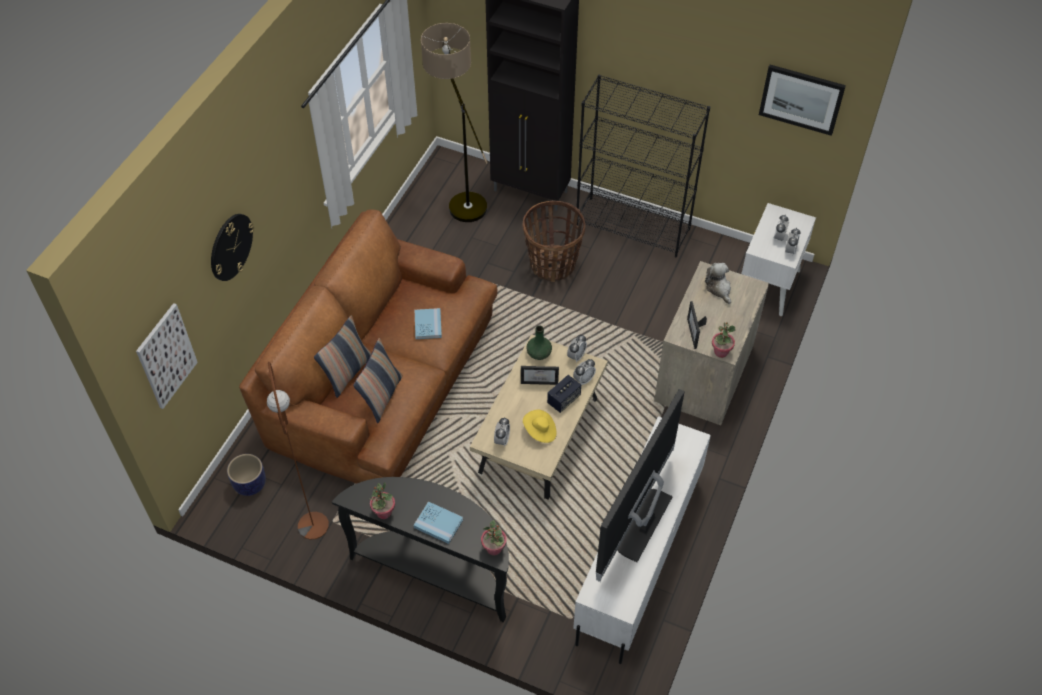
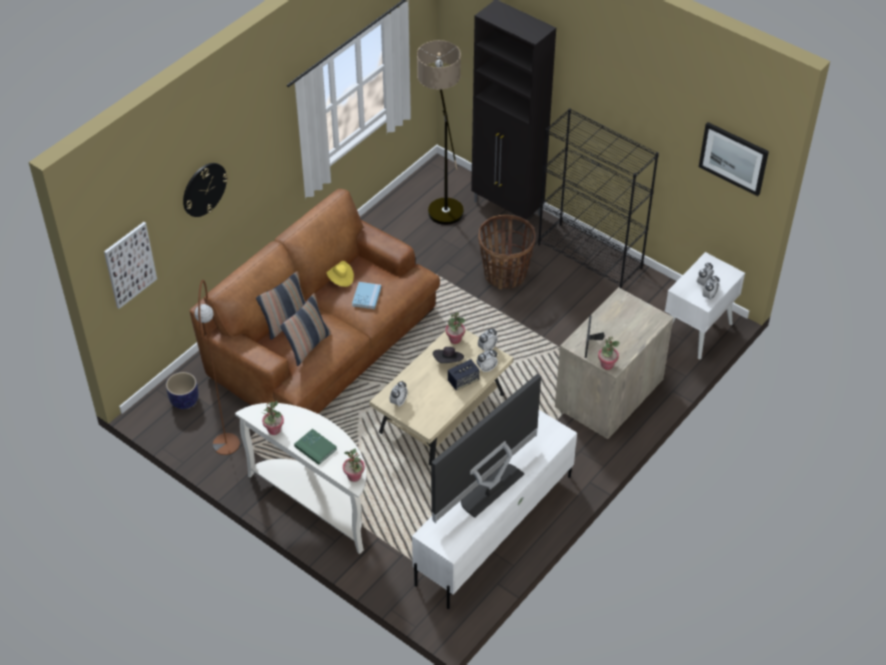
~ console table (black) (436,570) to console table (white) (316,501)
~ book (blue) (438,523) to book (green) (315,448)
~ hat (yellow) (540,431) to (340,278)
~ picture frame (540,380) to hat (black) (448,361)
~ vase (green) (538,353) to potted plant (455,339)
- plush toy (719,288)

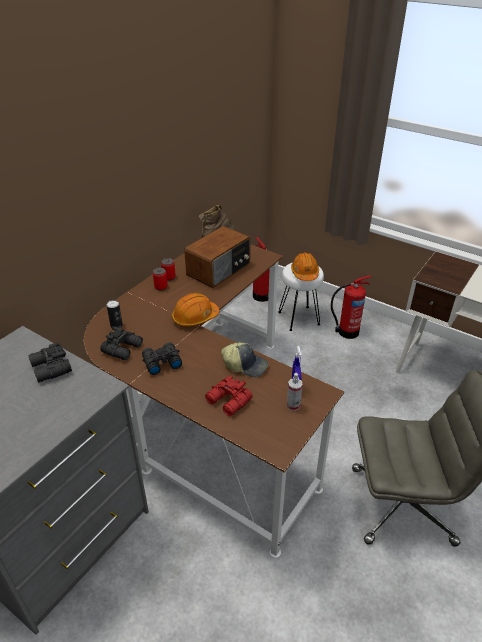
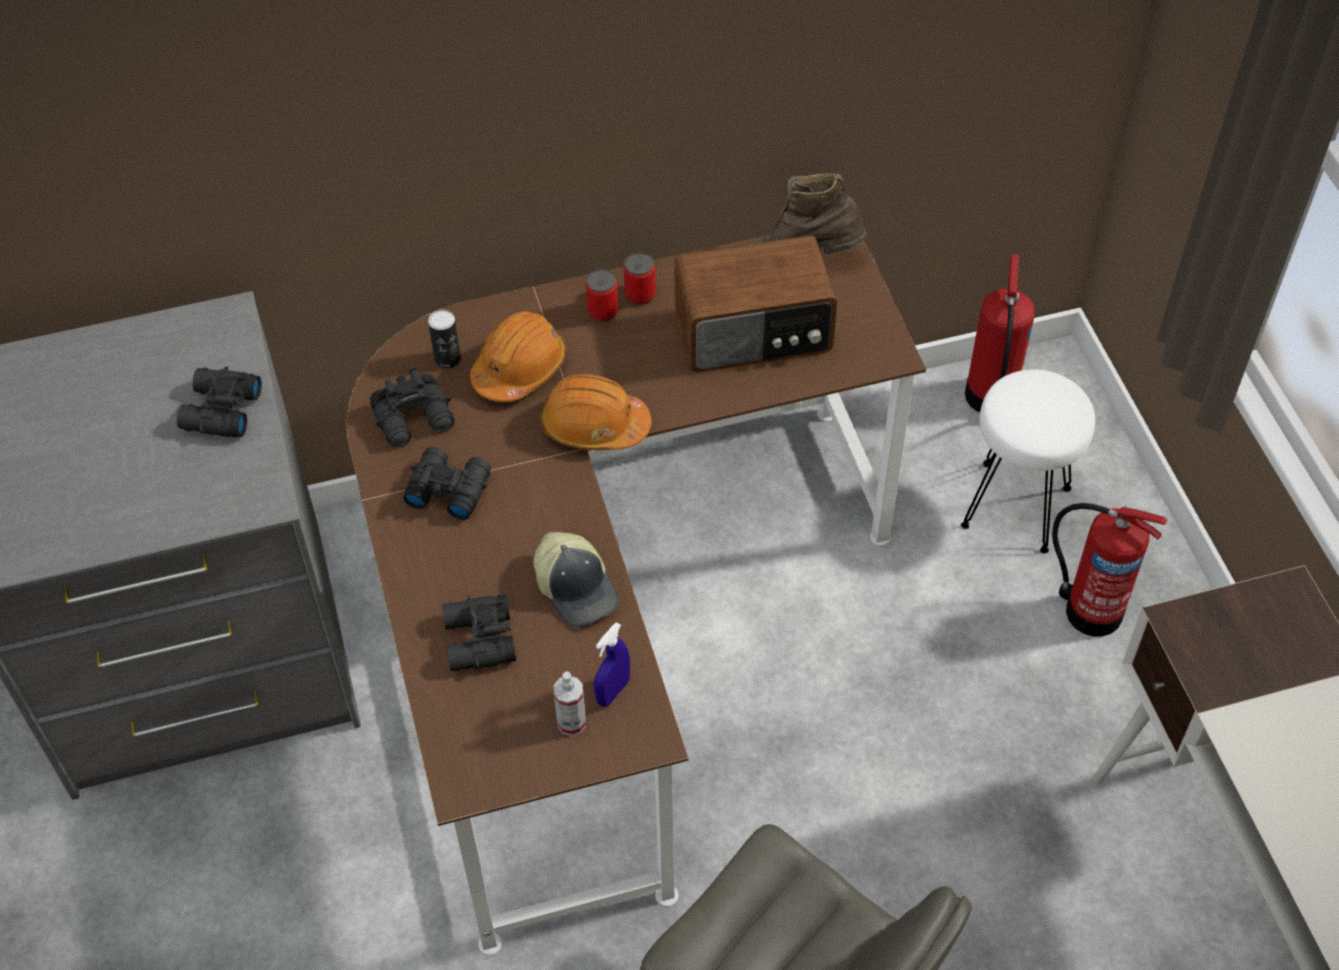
~ binoculars (red) (228,401) to binoculars (black) (478,641)
~ hard hat (orange) (304,273) to (519,368)

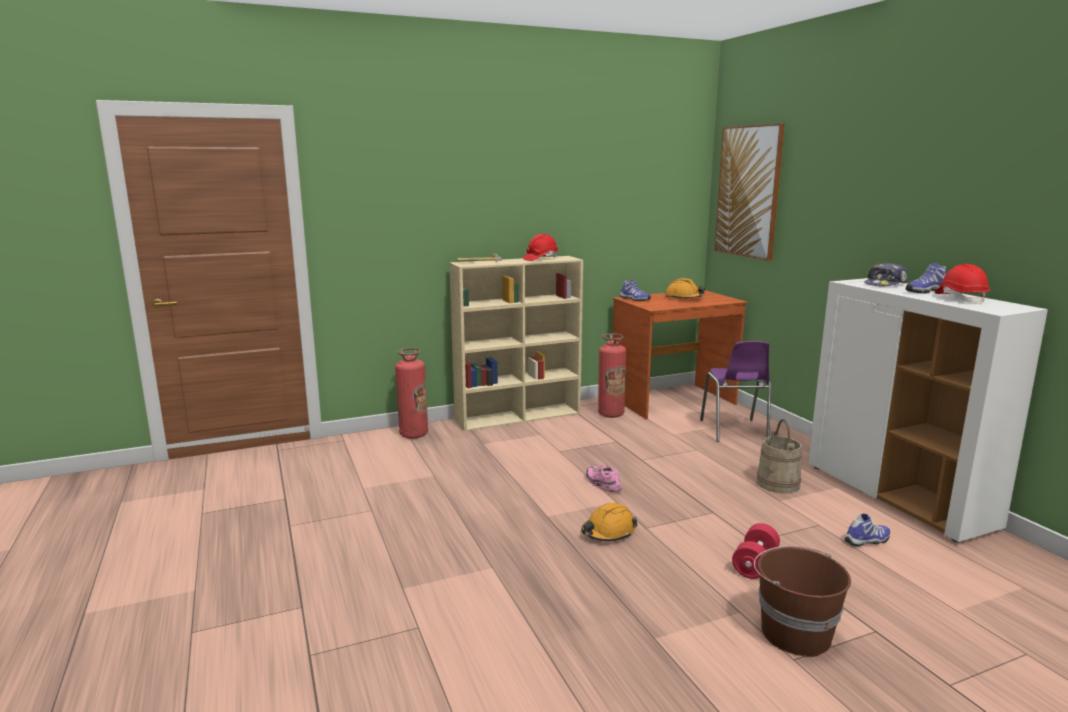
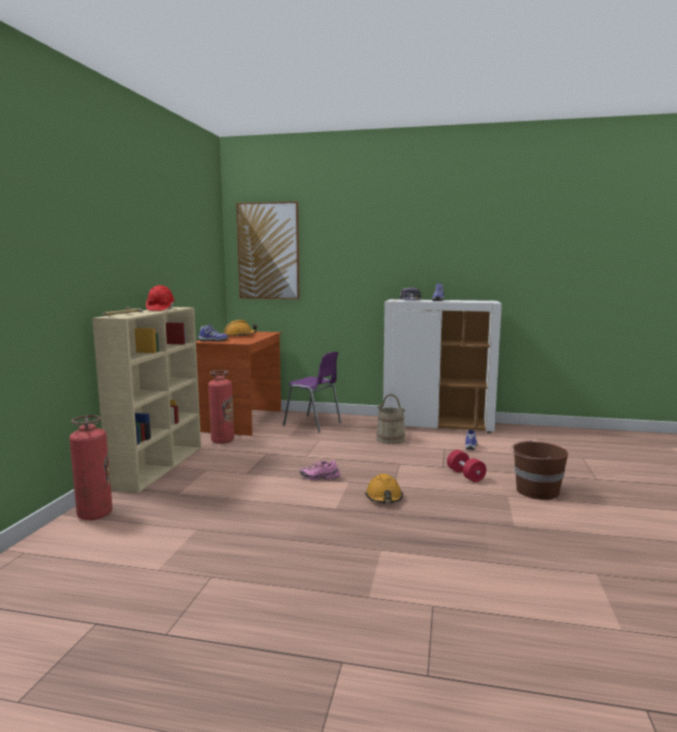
- hard hat (red) (960,299)

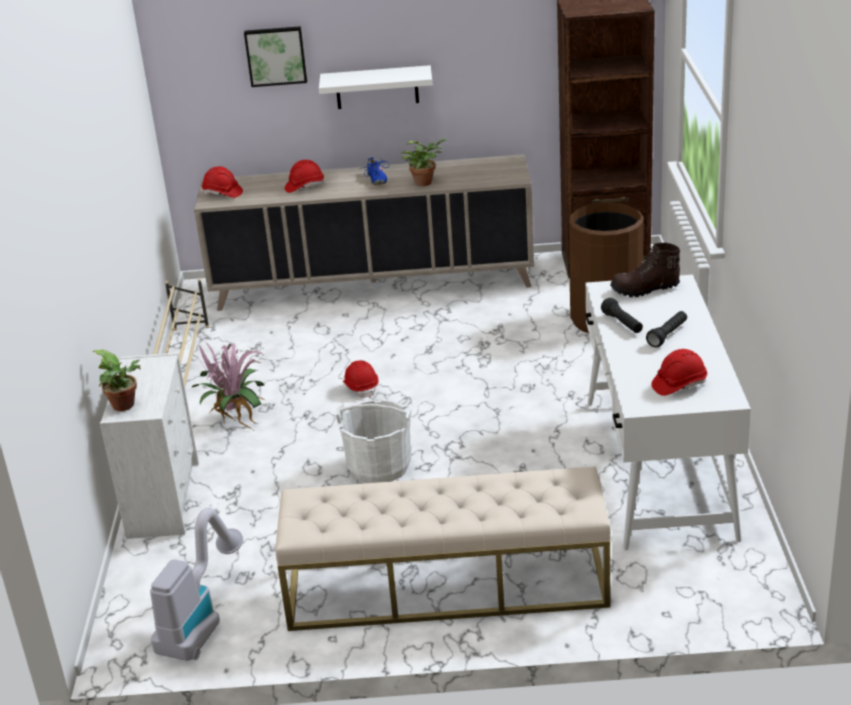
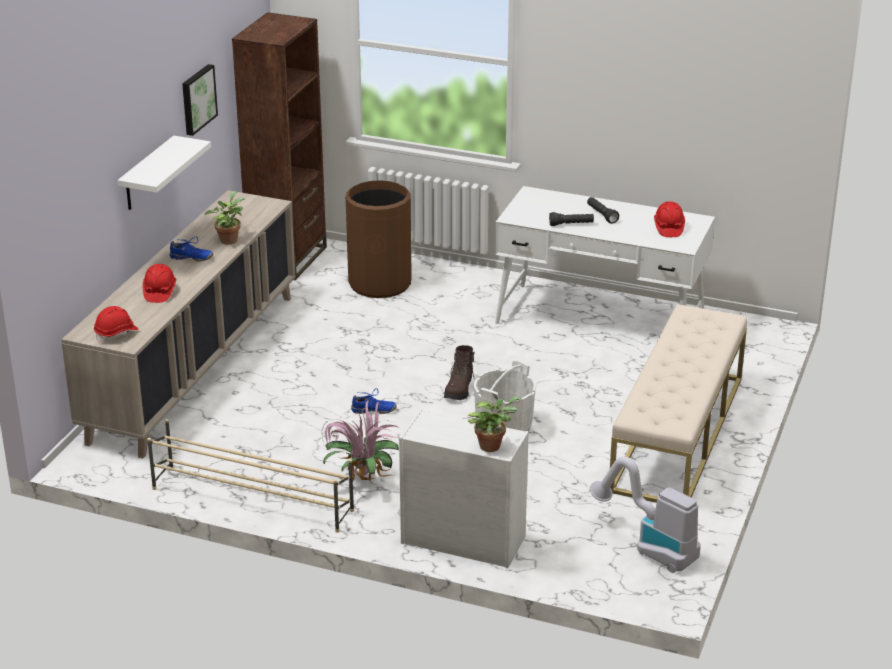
~ picture (276,55) to (197,99)
~ hard hat (red) (361,387) to shoe (blue) (373,411)
~ boot (brown) (645,289) to (459,389)

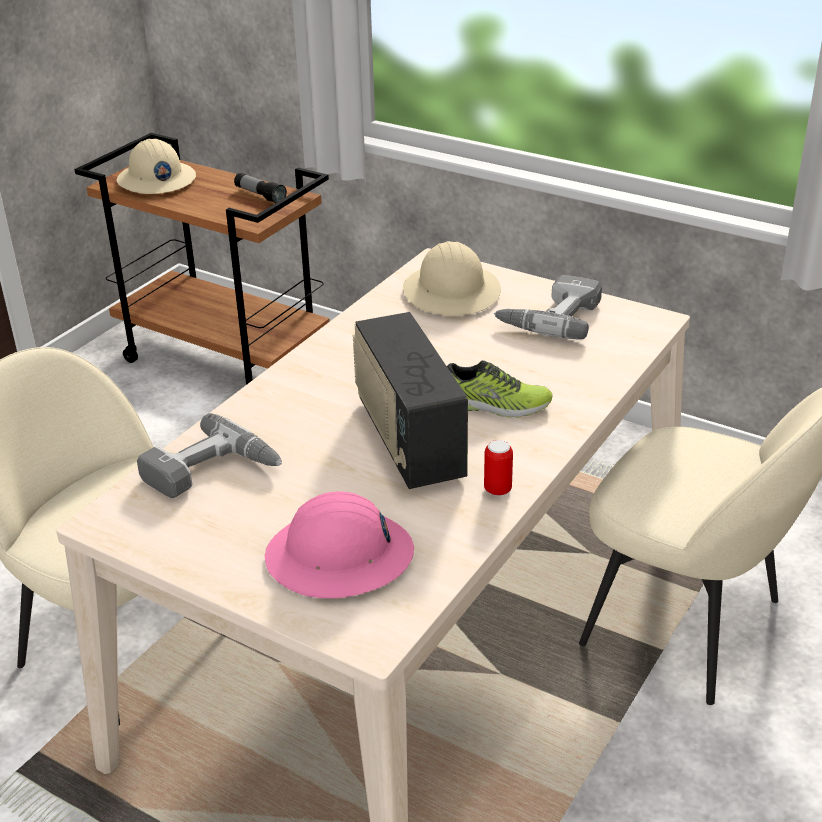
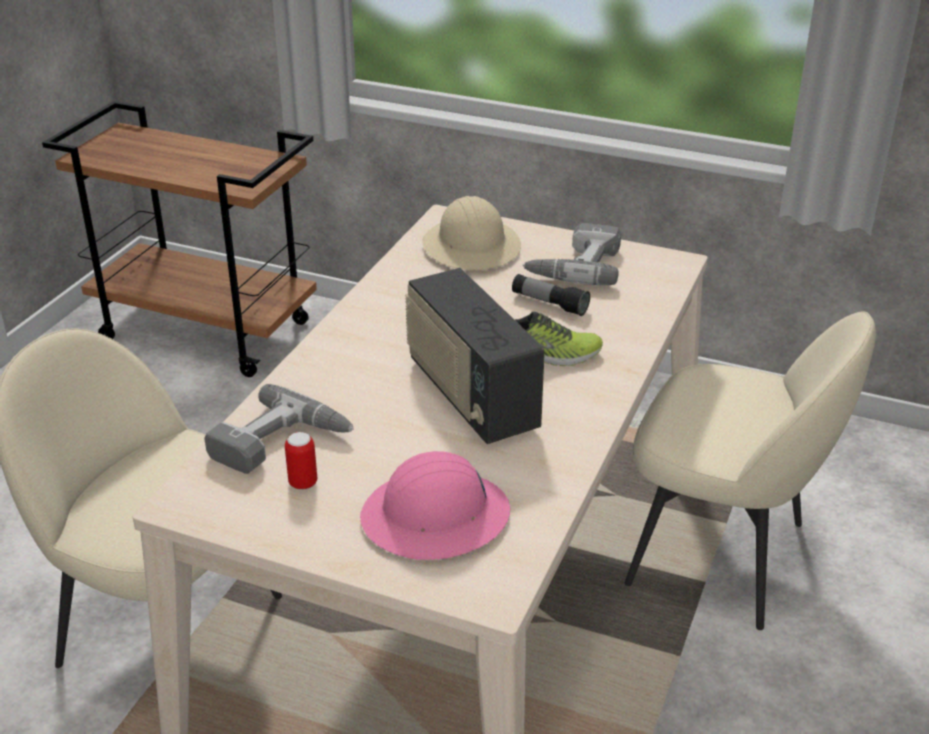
~ can (497,490) to (303,483)
~ flashlight (260,195) to (549,304)
- hard hat (beige) (156,180)

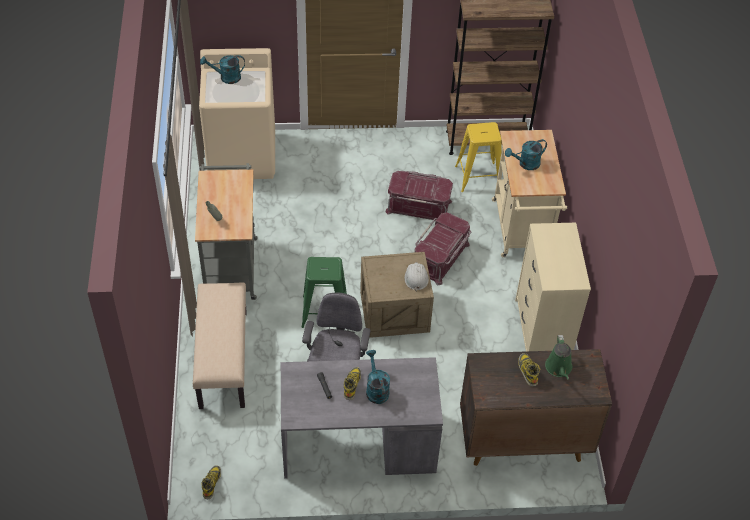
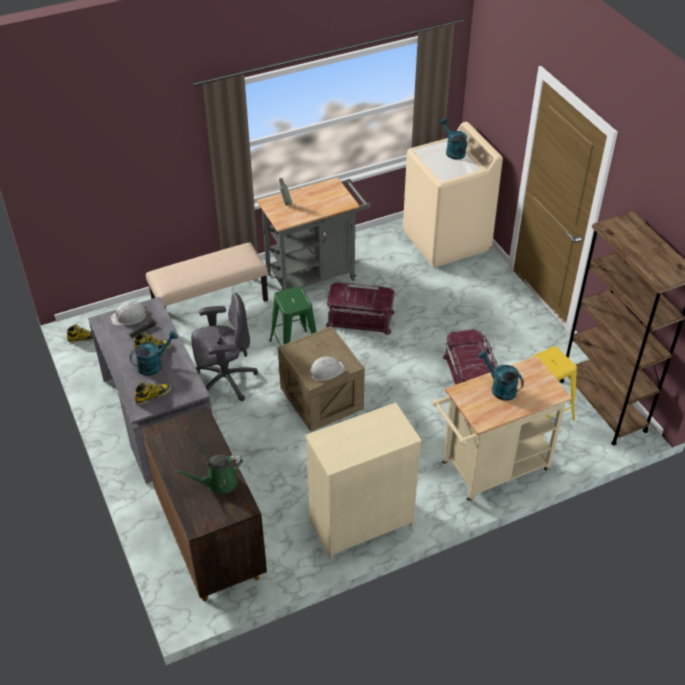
+ hard hat (white) (129,317)
~ boot (527,371) to (153,395)
~ storage box (red) (441,258) to (360,319)

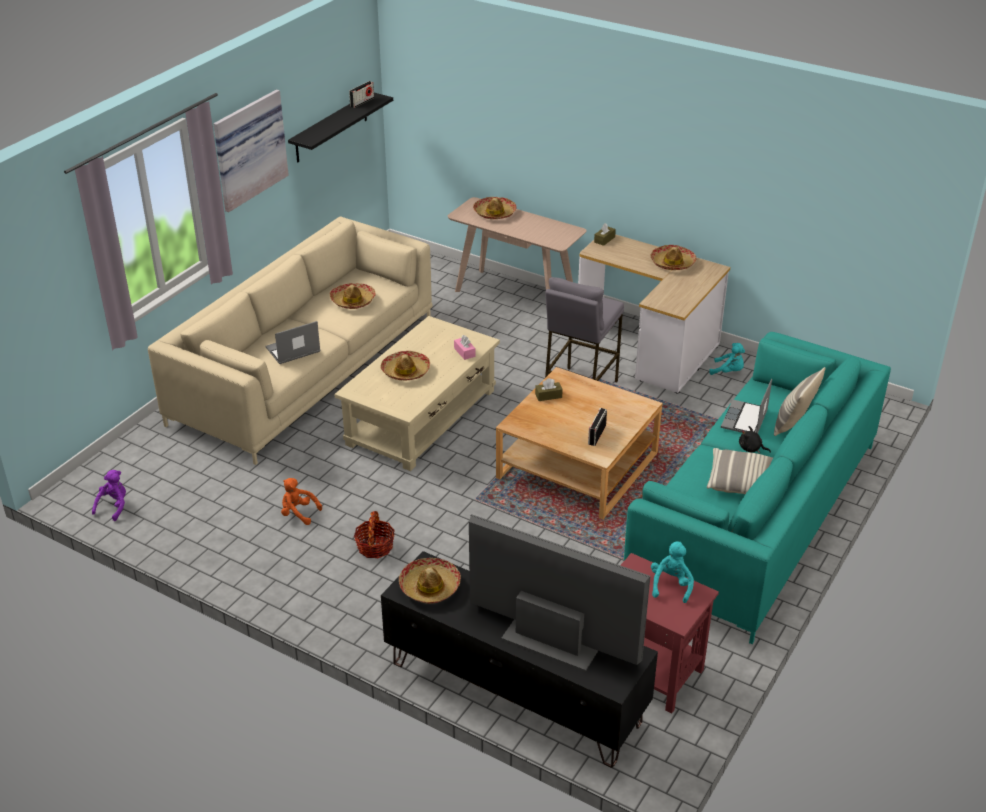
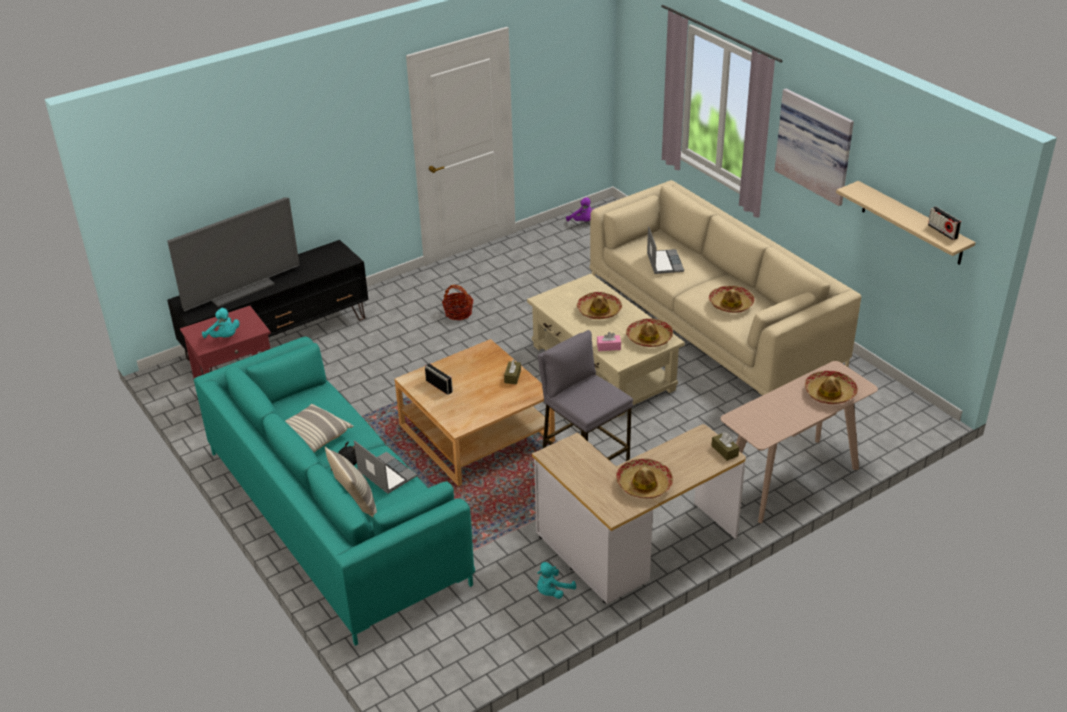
~ hat (430,586) to (649,338)
~ shelf (black) (331,127) to shelf (beige) (912,223)
- plush toy (orange) (298,513)

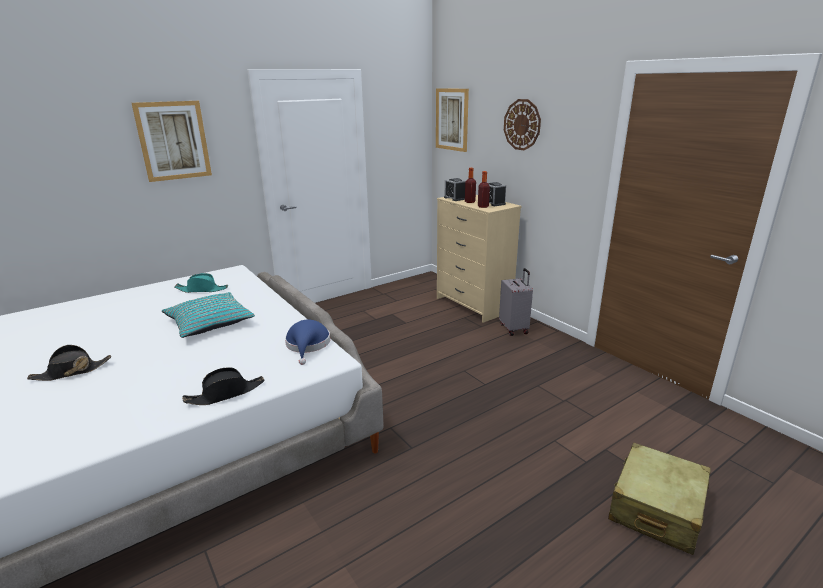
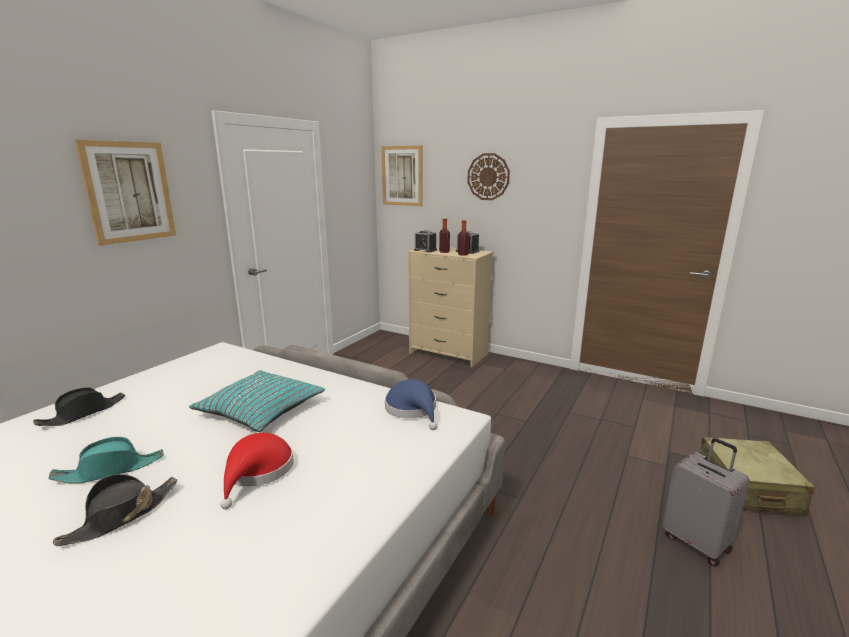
~ hat (black) (226,393) to (83,413)
~ hat (turquoise) (202,290) to (111,470)
+ hat (red) (257,472)
~ suitcase (grey) (514,328) to (696,542)

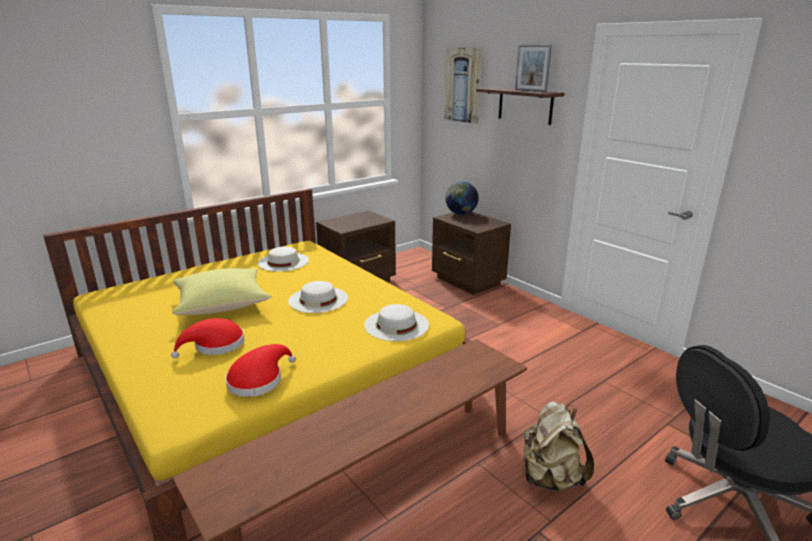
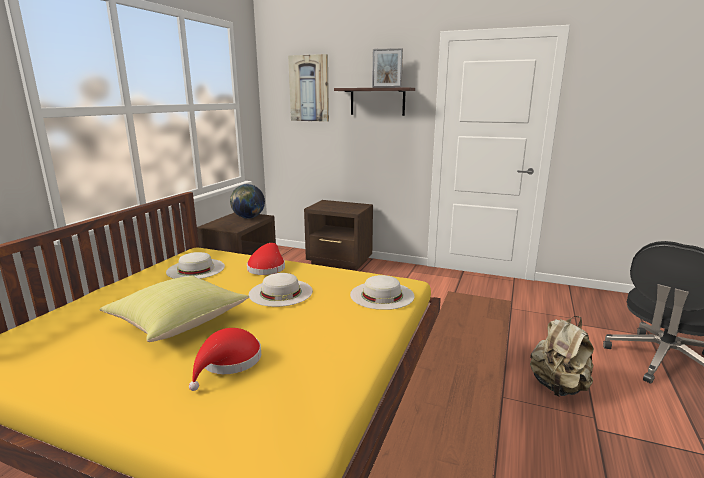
~ globe (461,214) to (248,218)
~ hat (red) (258,380) to (267,268)

